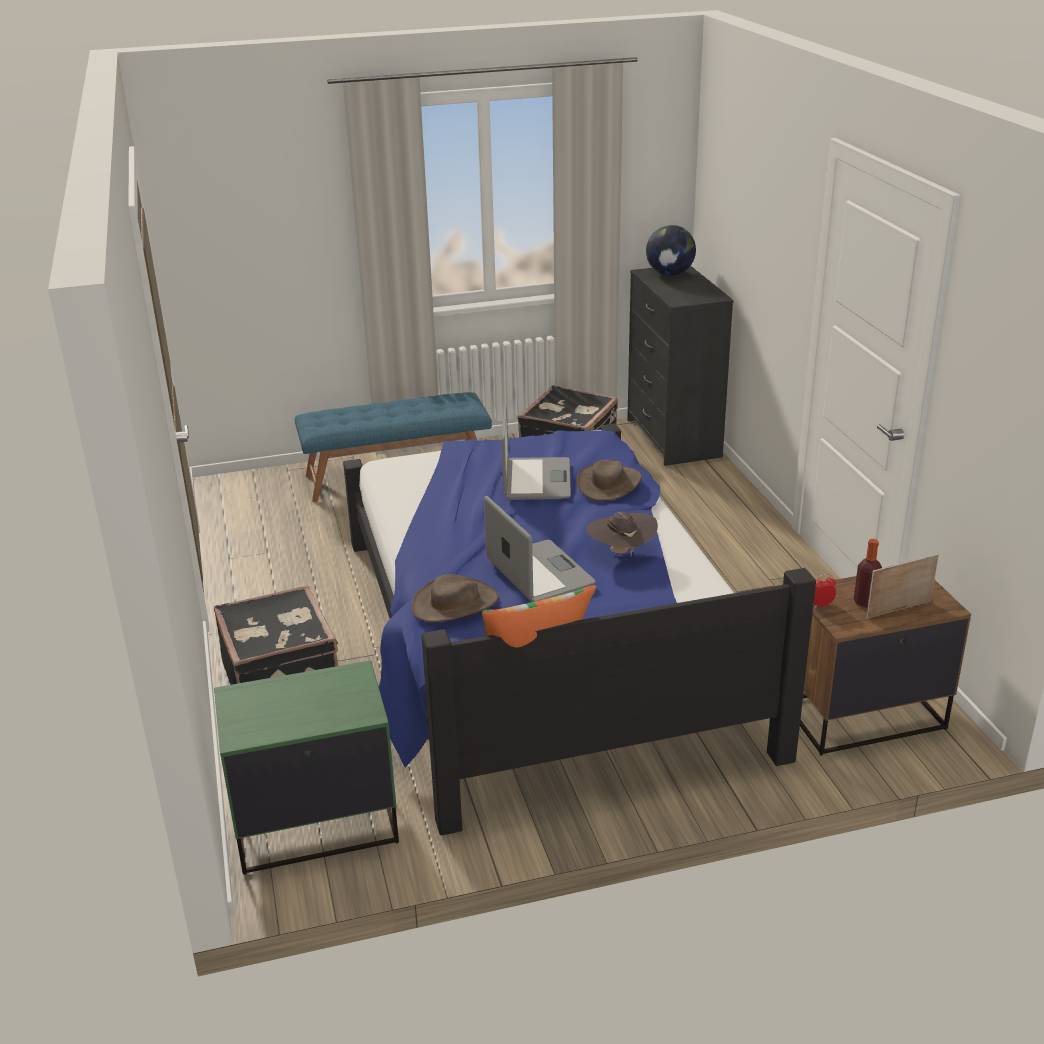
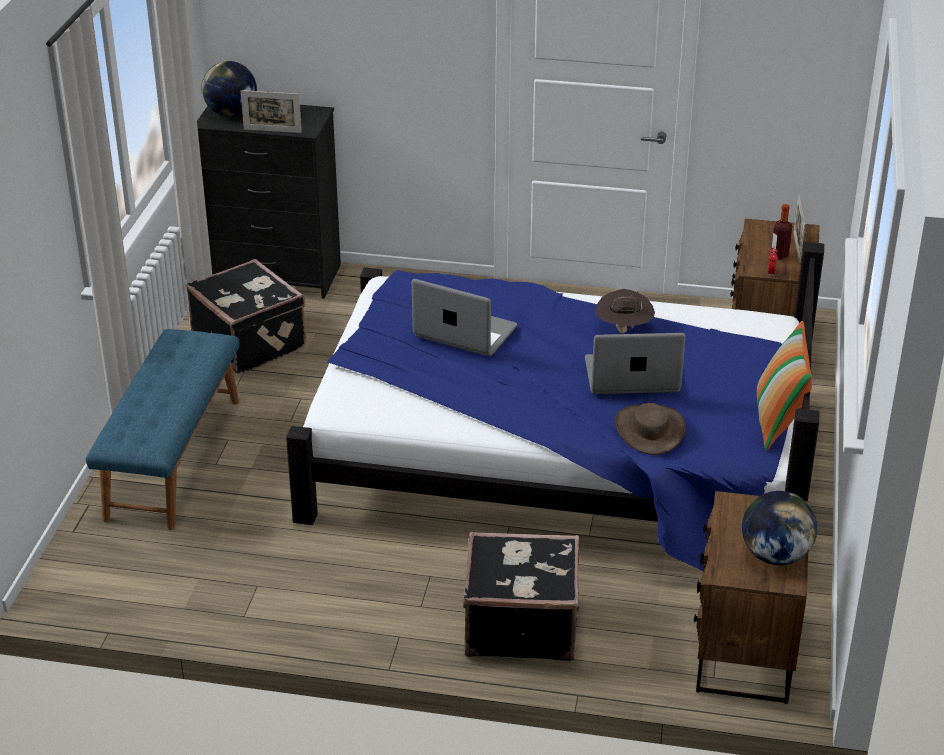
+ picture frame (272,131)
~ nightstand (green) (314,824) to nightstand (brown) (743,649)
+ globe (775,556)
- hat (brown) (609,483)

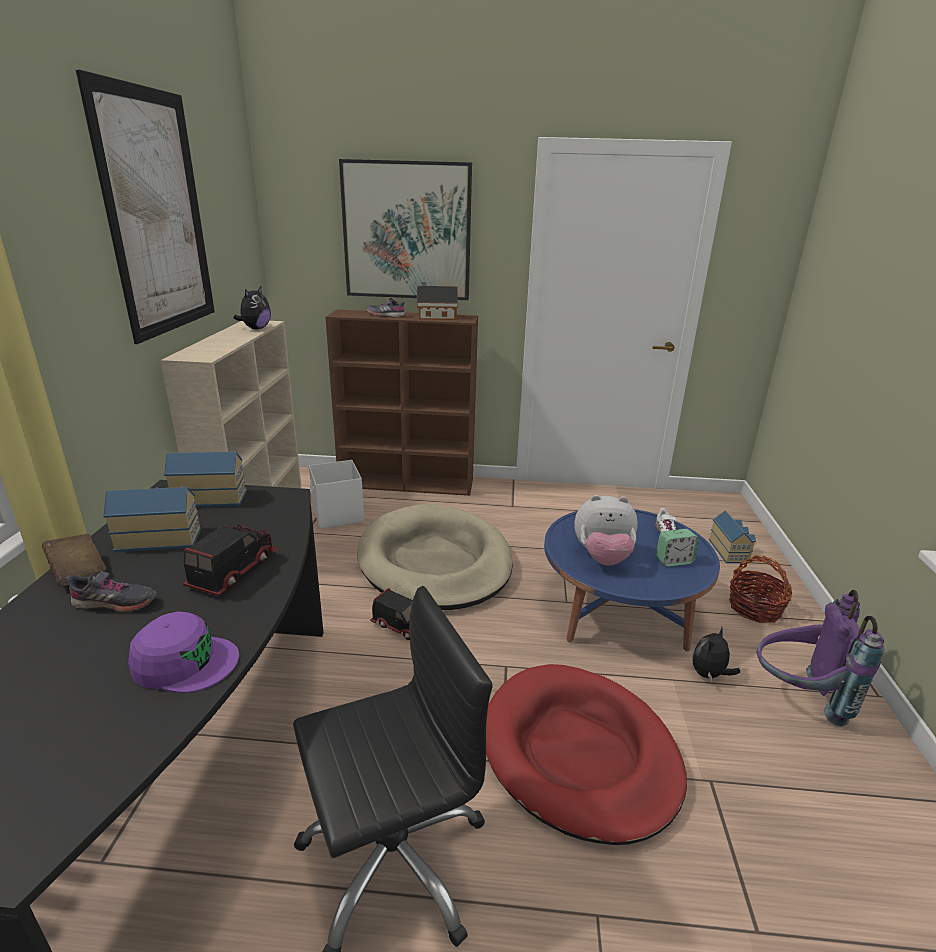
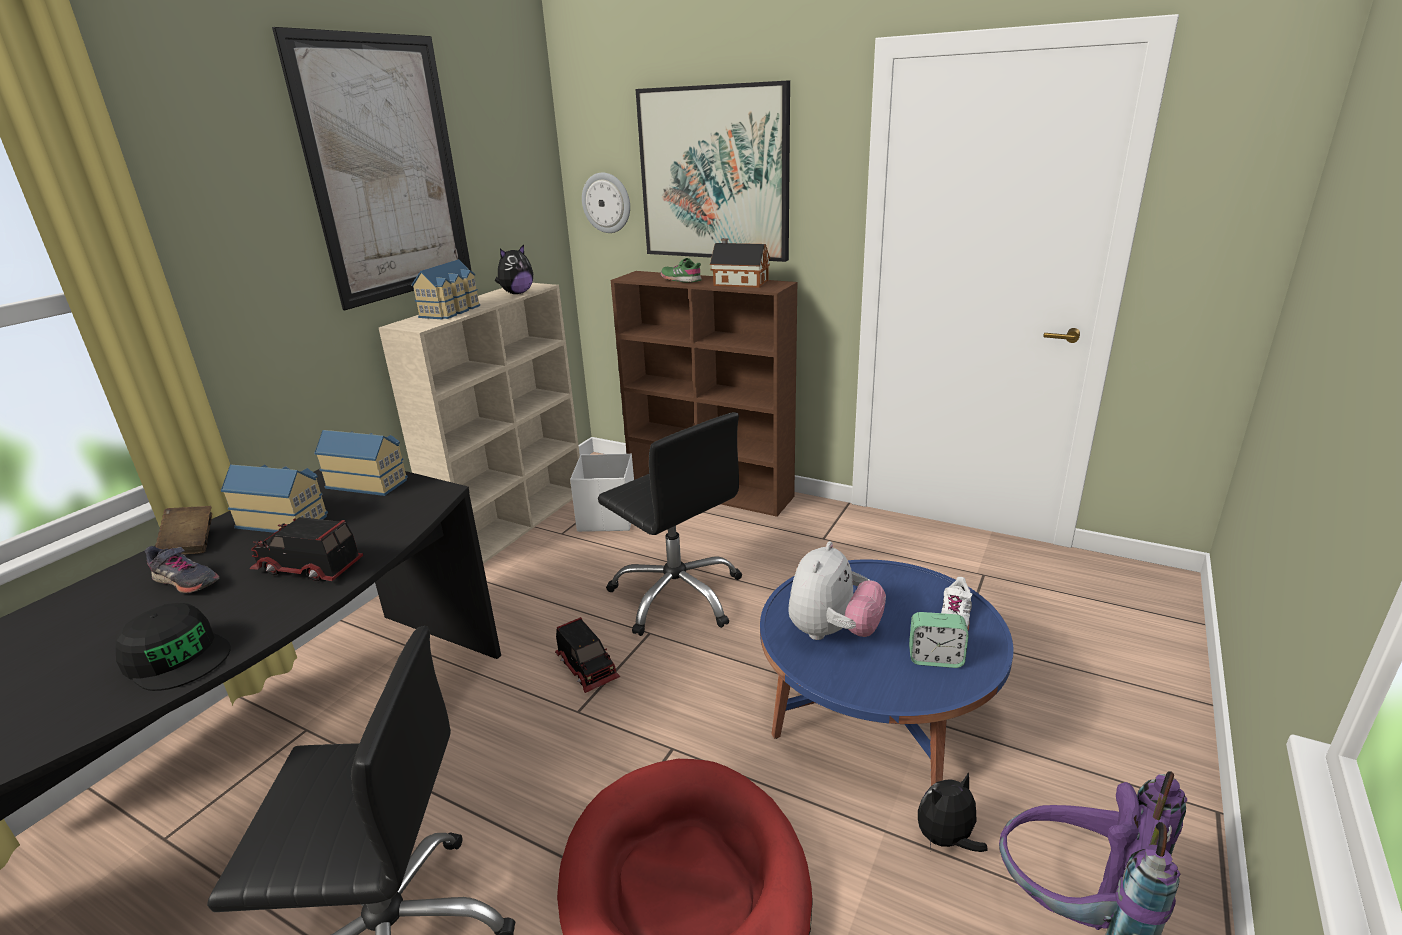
~ cap (purple) (185,662) to cap (black) (177,657)
~ toy truck (233,570) = (308,568) 120 degrees counterclockwise
~ toy house (729,550) to (452,311)
+ wall clock (607,203)
~ dog bed (beige) (435,562) to office chair (black) (677,595)
~ shoe (grey) (386,315) to shoe (green) (681,279)
~ plush toy (602,557) = (832,633) 90 degrees counterclockwise
- basket (755,608)

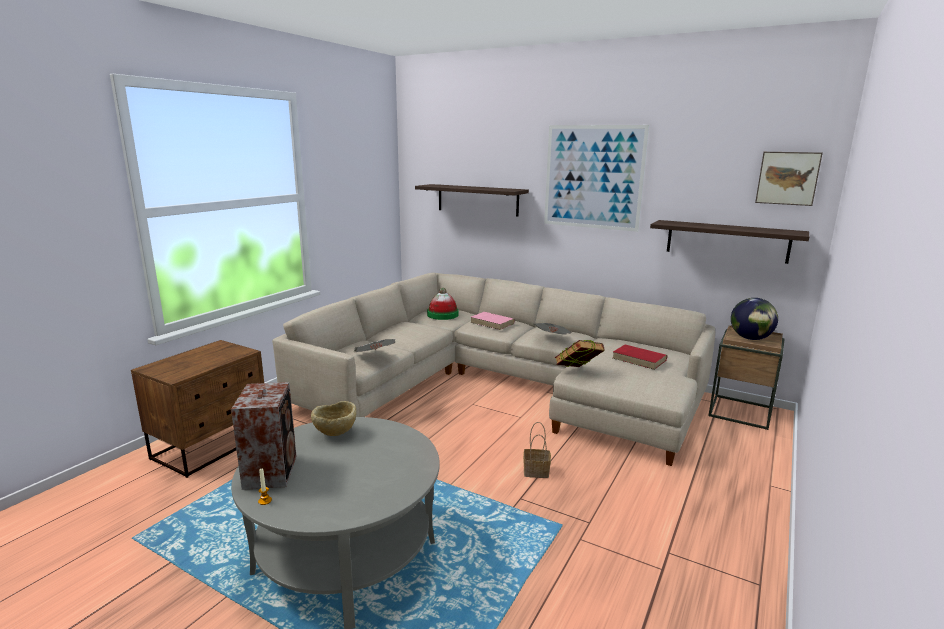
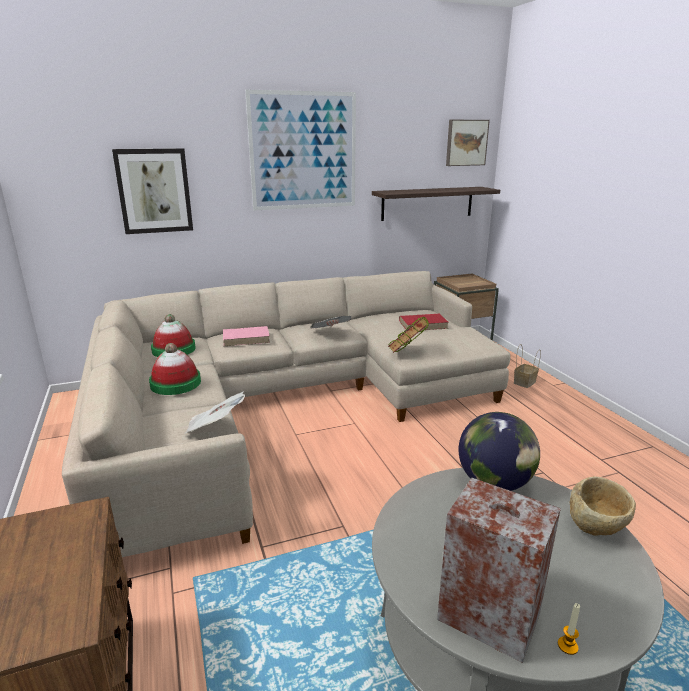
~ shelf (477,200) to picture (154,191)
+ hat (175,383)
~ globe (750,338) to (494,483)
~ basket (537,471) to (524,382)
~ bowl (beige) (335,434) to (597,528)

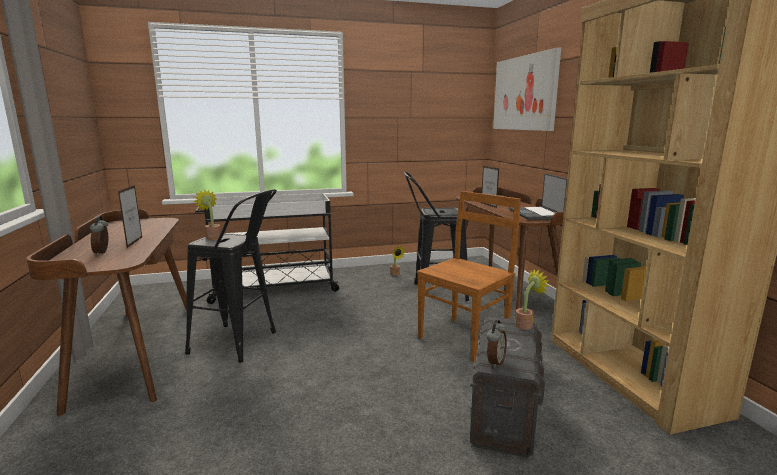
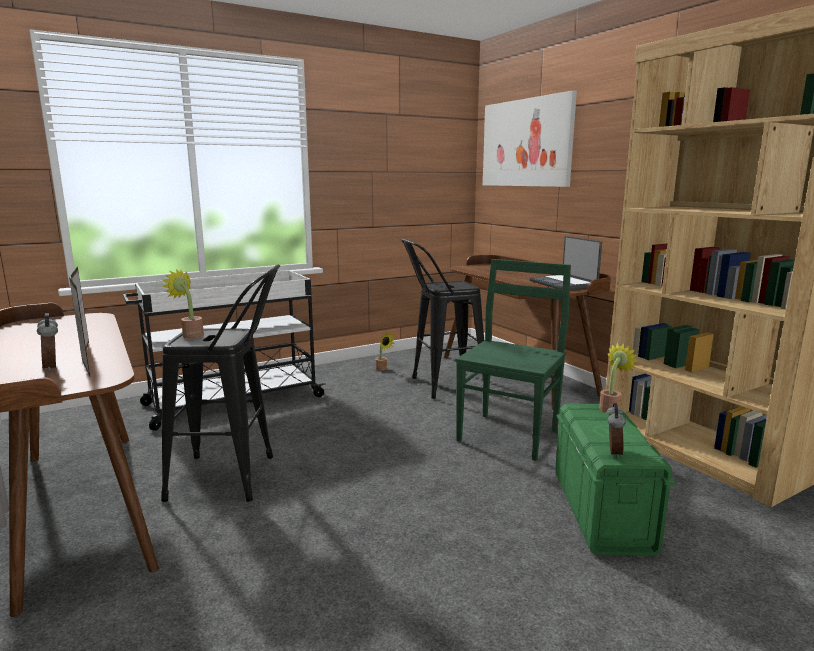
~ picture frame (488,205) to (86,369)
~ chair (brown) (464,337) to chair (green) (509,434)
~ storage box (grey) (504,412) to storage box (green) (602,511)

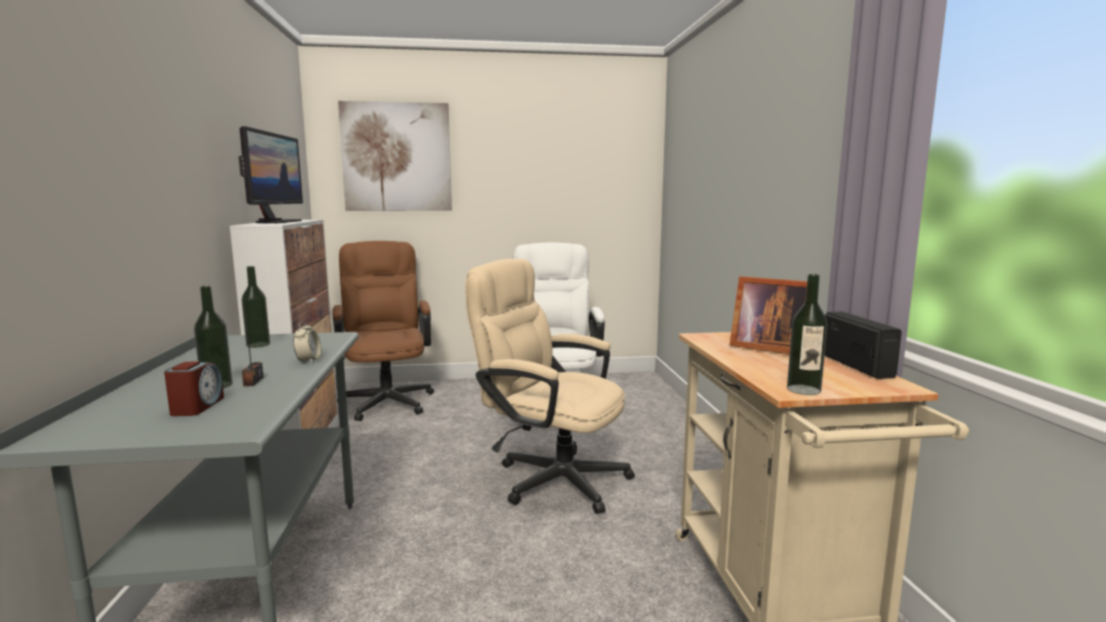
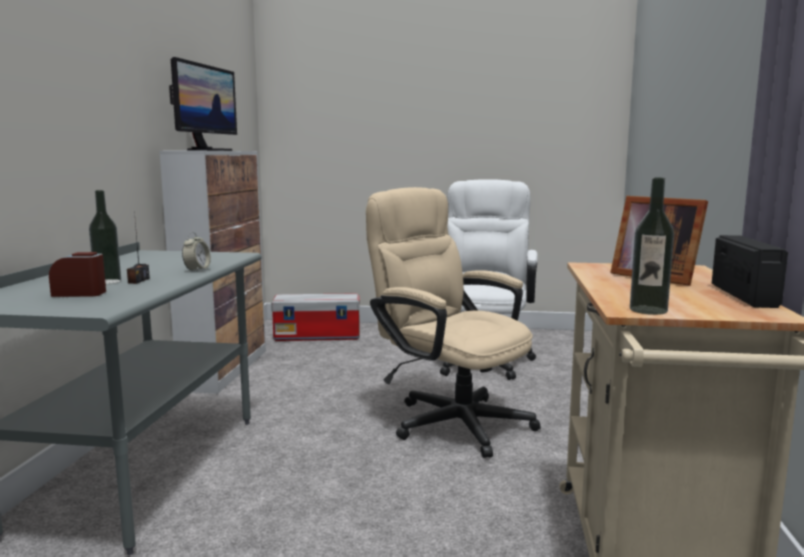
~ alarm clock (197,406) = (80,293) 105 degrees counterclockwise
~ office chair (brown) (387,399) to storage box (318,336)
- bottle (258,345)
- picture (397,157)

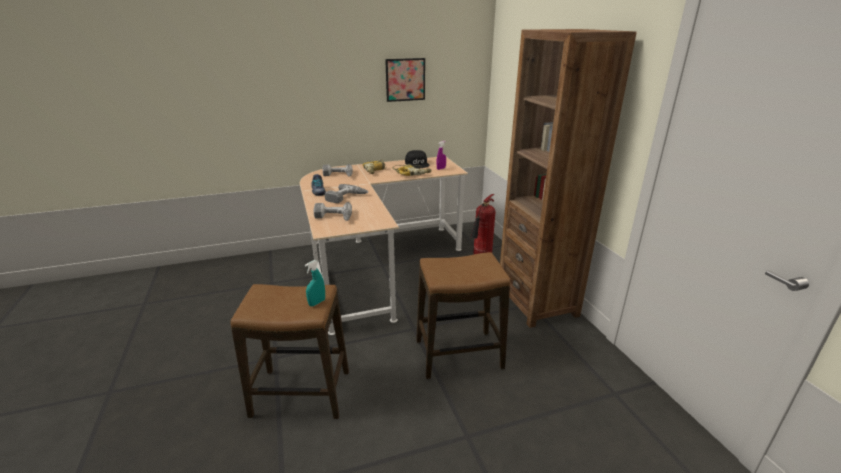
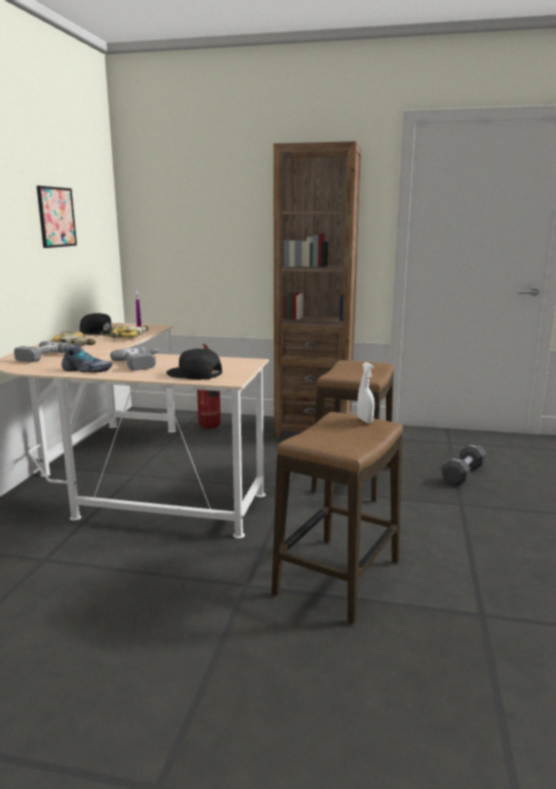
~ power drill (333,217) to cap (black) (194,373)
~ spray bottle (turquoise) (317,303) to spray bottle (white) (365,420)
+ dumbbell (black) (463,474)

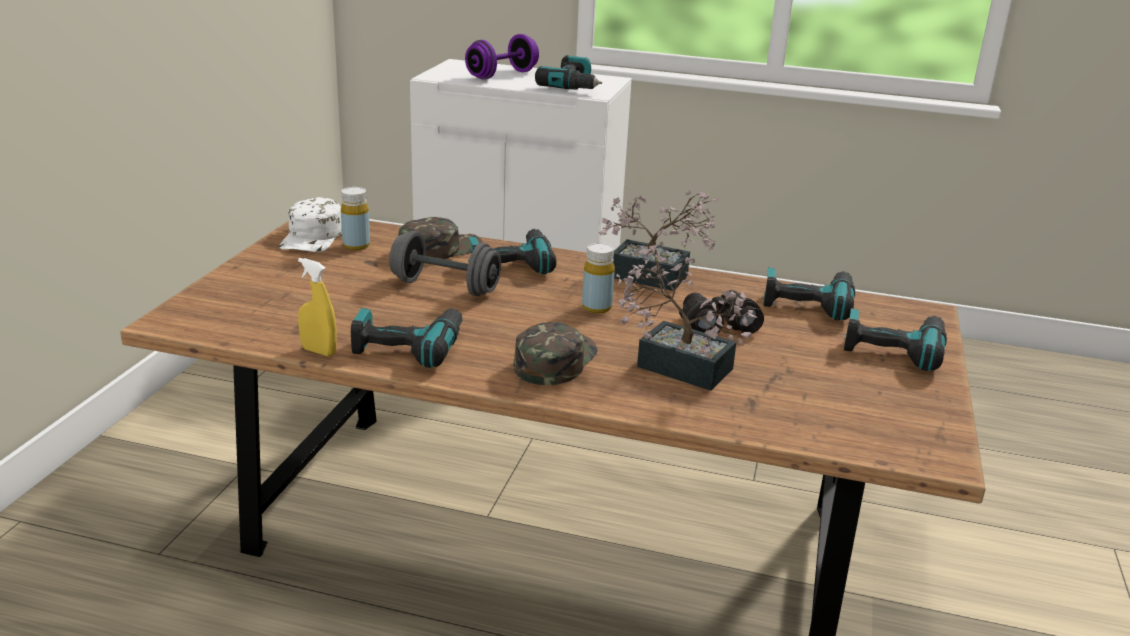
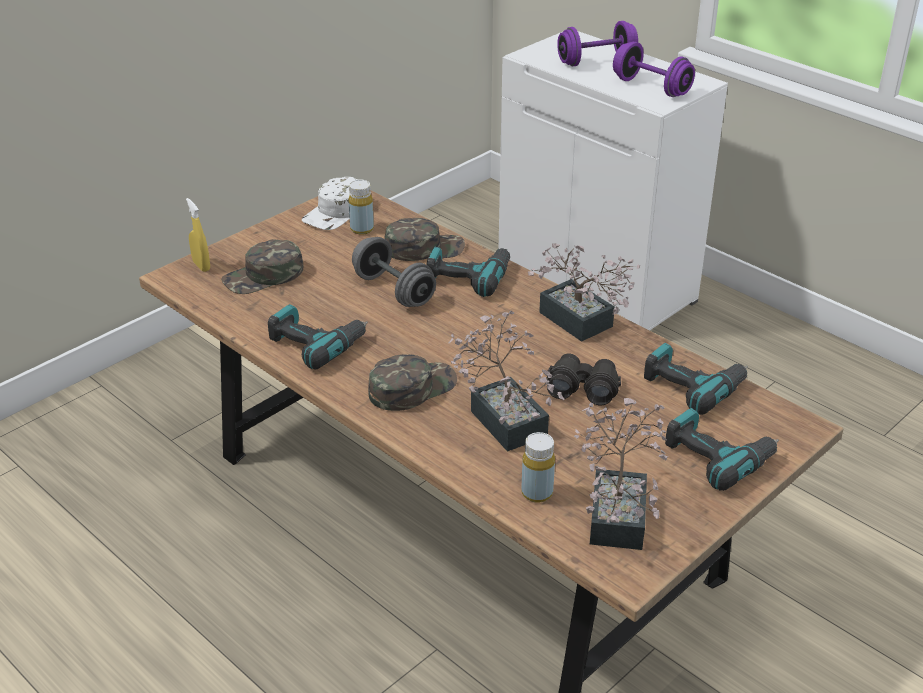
~ spray bottle (yellow) (318,351) to (201,266)
+ cap (green) (263,276)
~ bottle (yellow) (596,307) to (537,493)
+ potted plant (619,511)
~ power drill (573,85) to dumbbell (purple) (651,87)

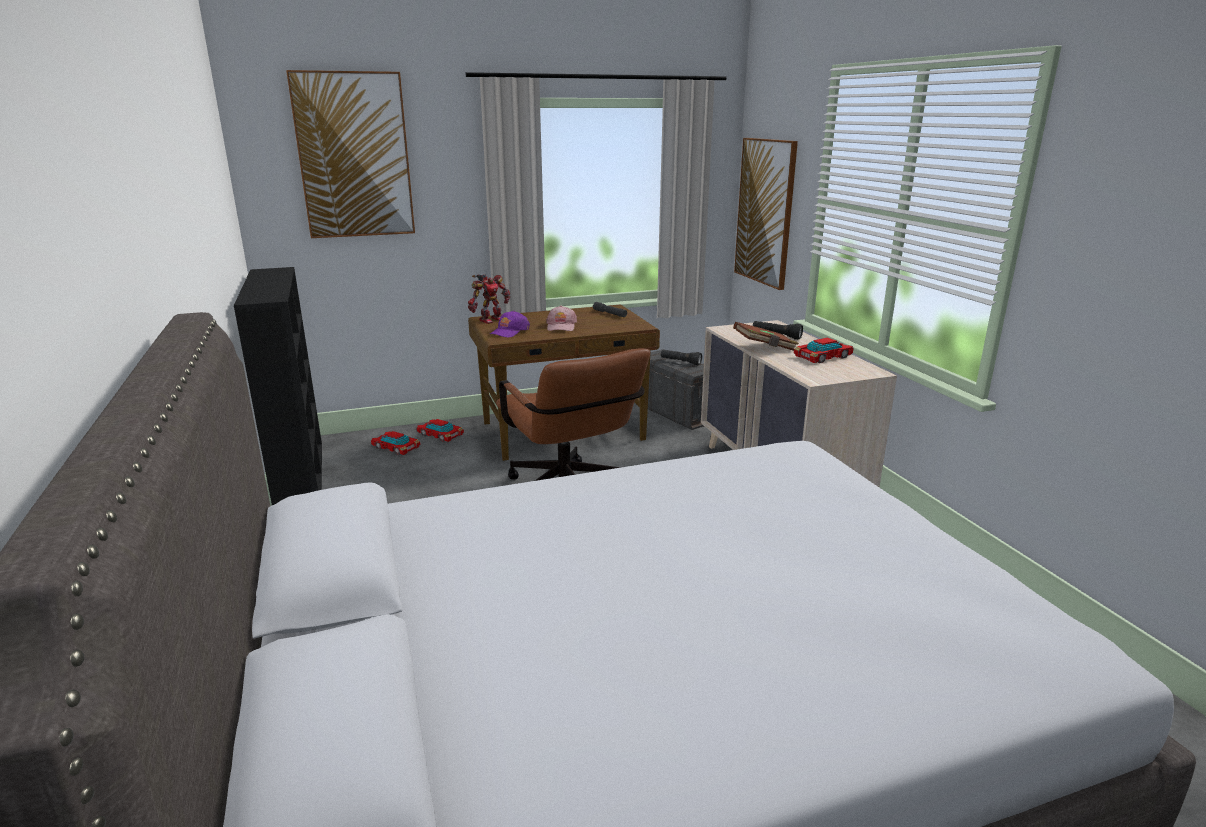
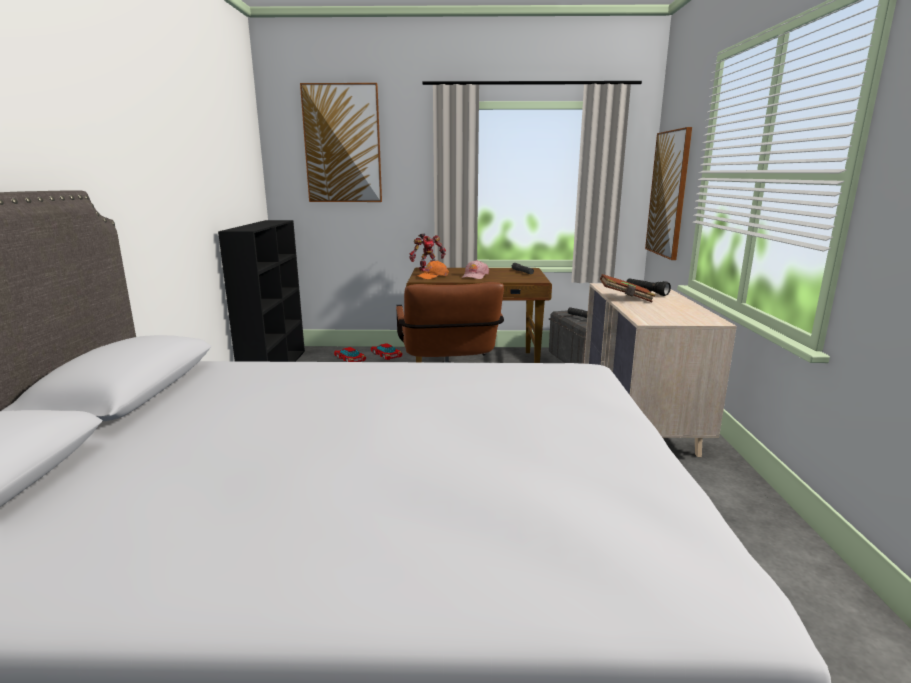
~ cap (purple) (509,331) to cap (orange) (432,276)
- toy car (823,357)

